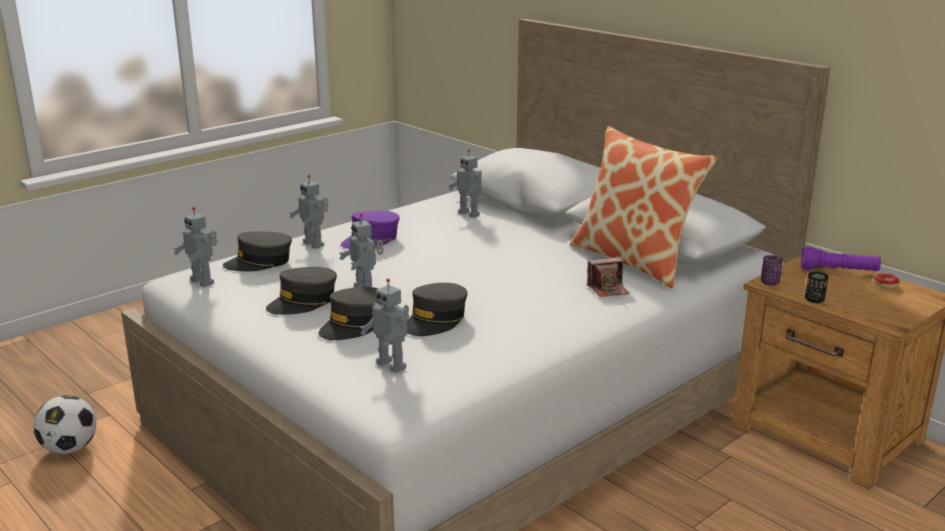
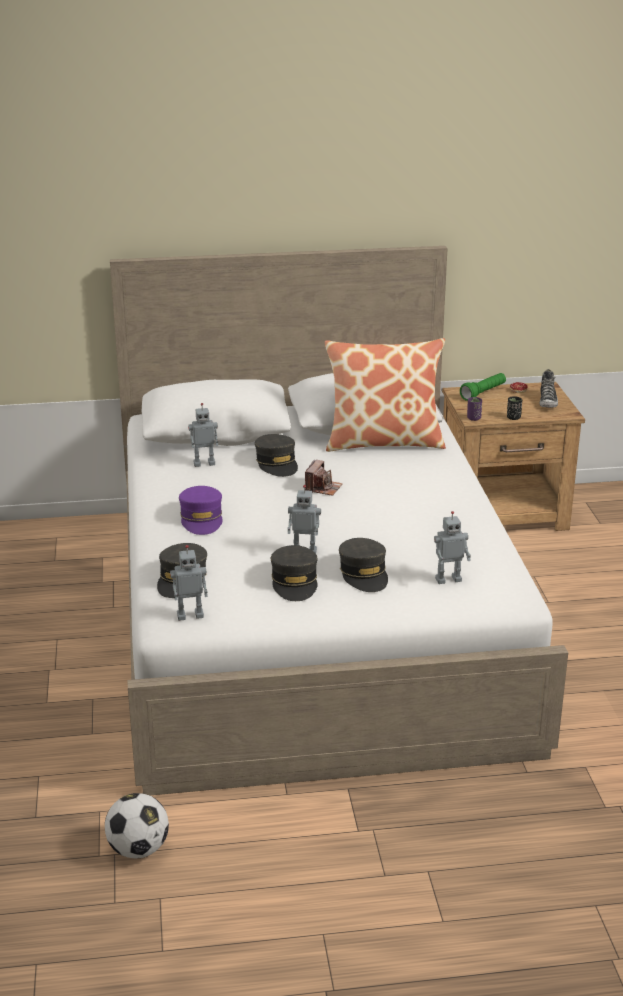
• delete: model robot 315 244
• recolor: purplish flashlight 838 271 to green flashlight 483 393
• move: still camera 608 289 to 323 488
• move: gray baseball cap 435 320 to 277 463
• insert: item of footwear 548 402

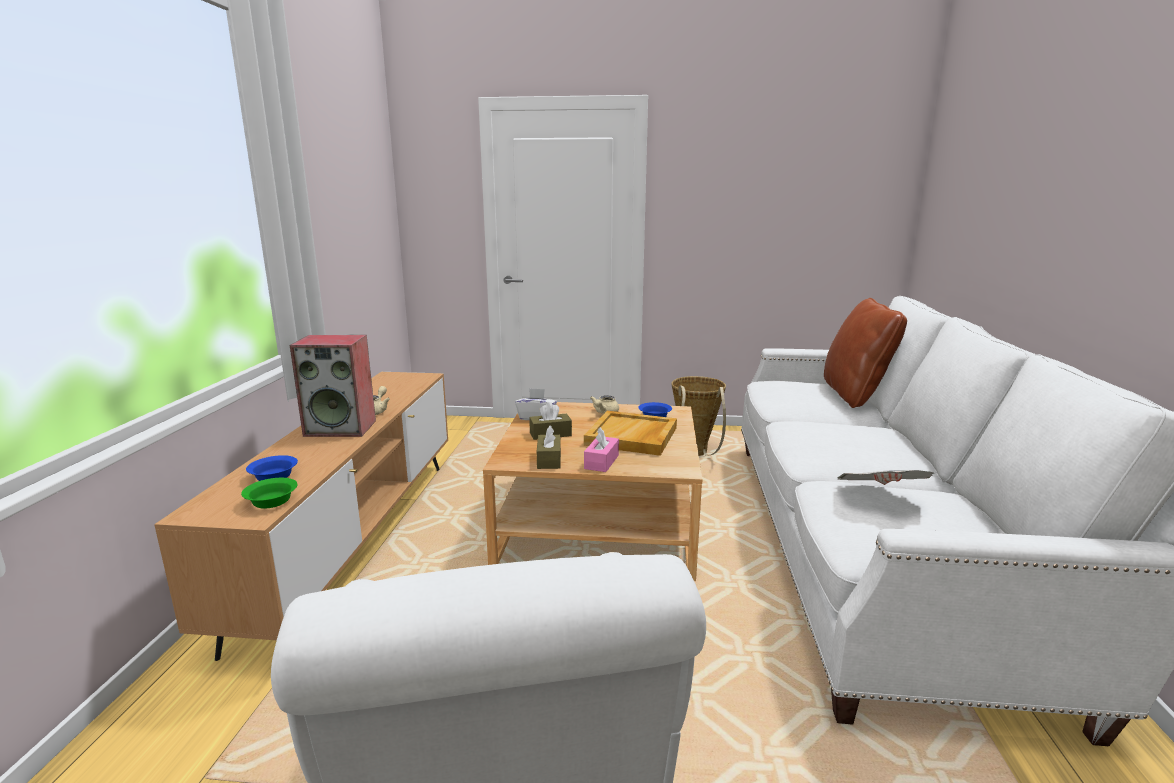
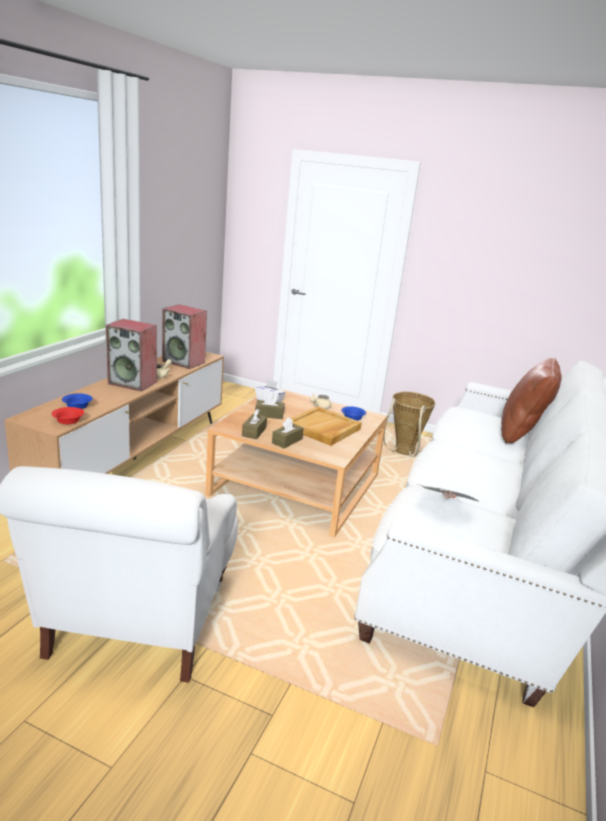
• recolor: pinkish box of tissues 601 462 to brown box of tissues 287 441
• recolor: green serving bowl 273 501 to red-coloured serving bowl 69 420
• insert: audio speaker 184 362

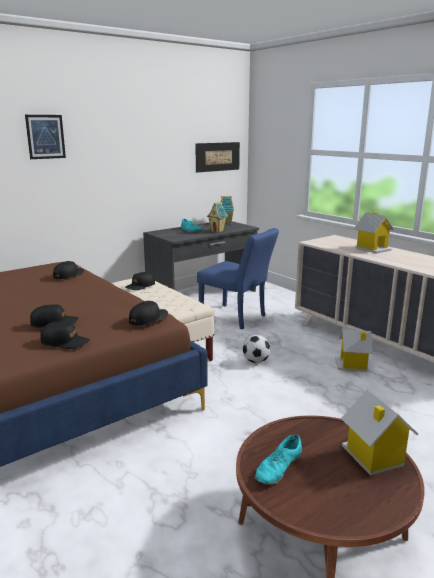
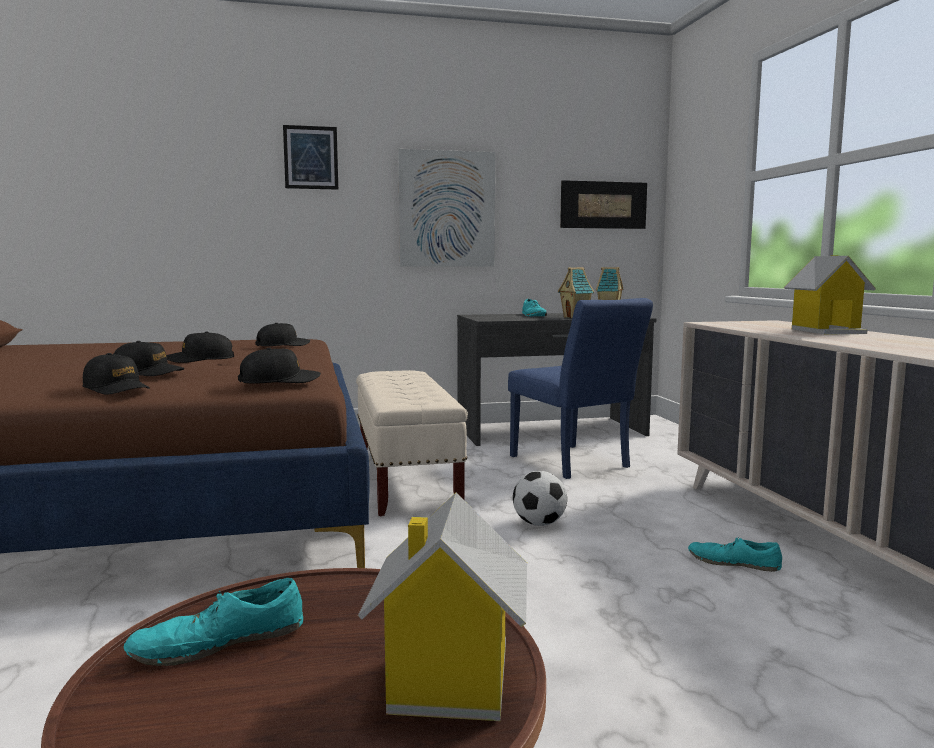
• move: blackish baseball cap 140 286 to 200 360
• replace: toy house 352 365 to turquoise item of footwear 733 563
• insert: wall picture 447 209

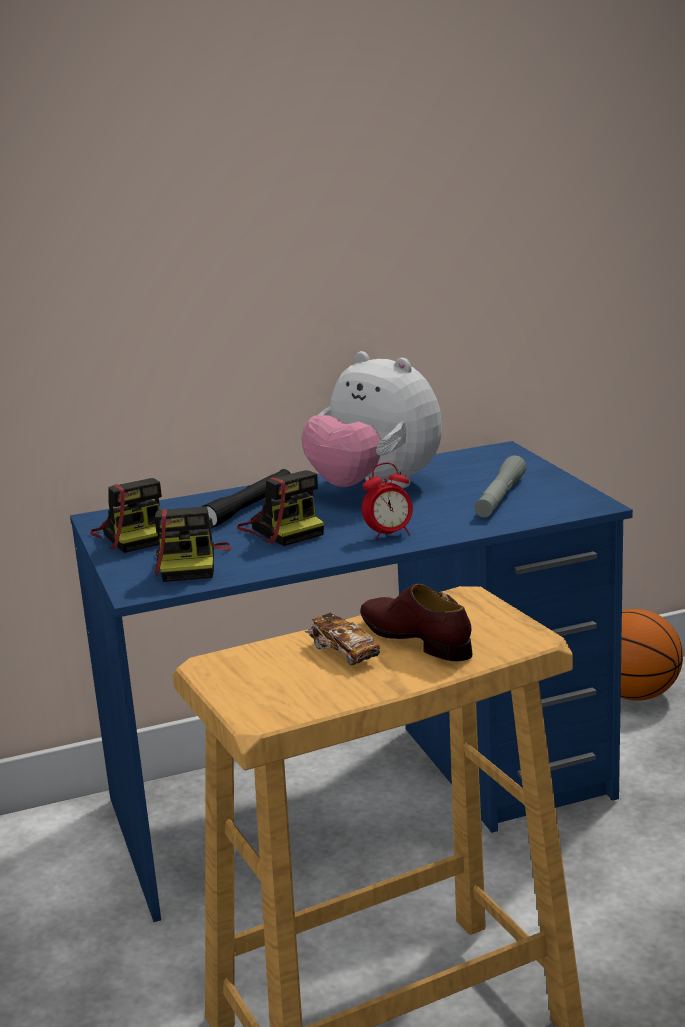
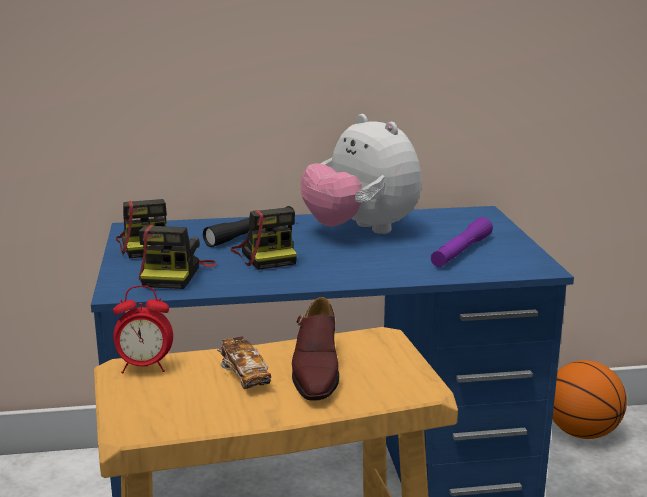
• recolor: gray flashlight 500 498 to purplish flashlight 461 252
• move: alarm clock 389 535 to 144 367
• rotate: brown item of footwear 415 638 = 315 371 150 degrees counterclockwise

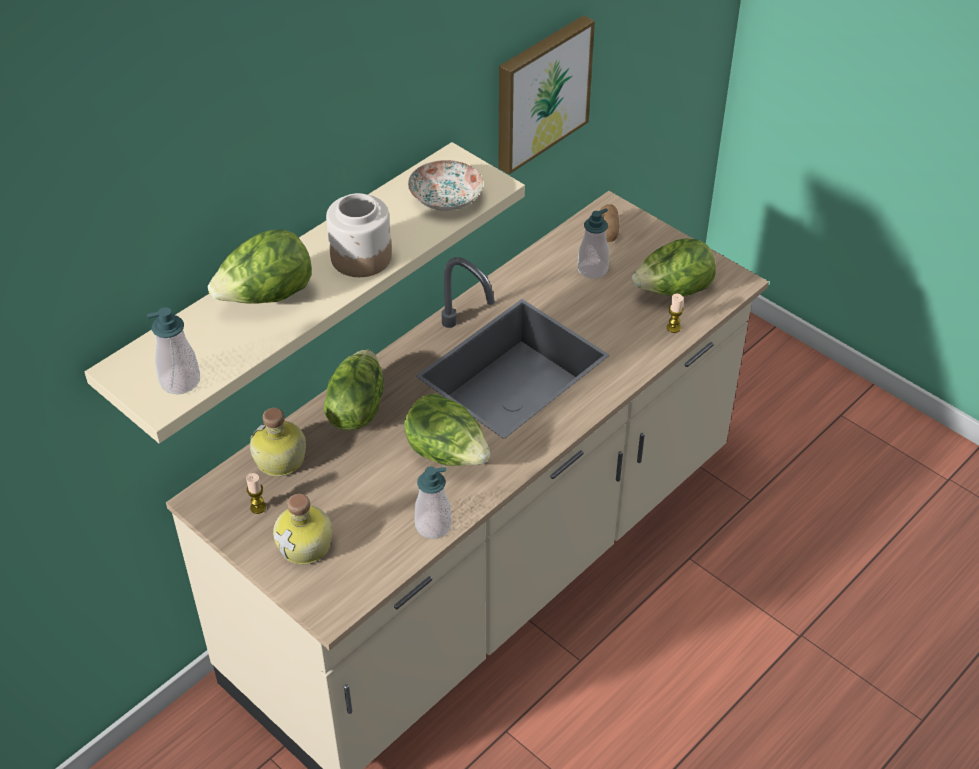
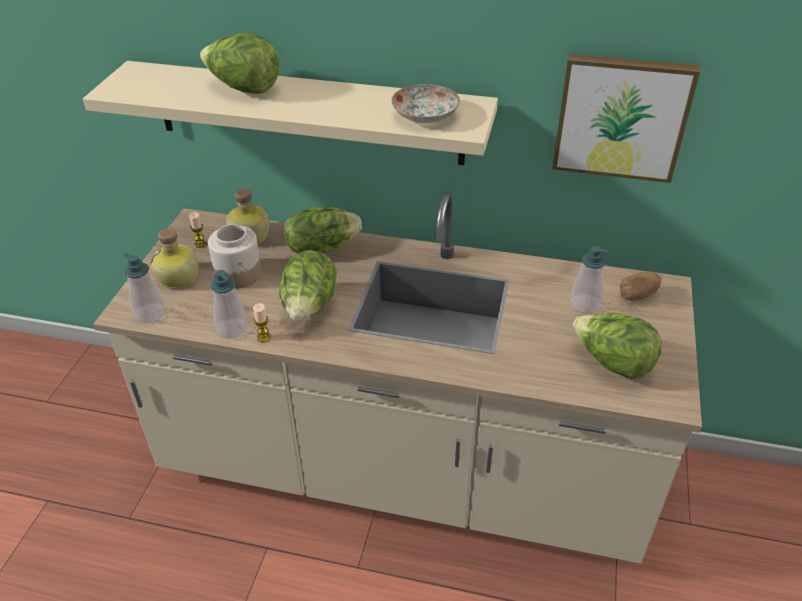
• move: jar 362 257 to 239 274
• move: wax candle 673 328 to 264 337
• move: soap dispenser 180 381 to 150 314

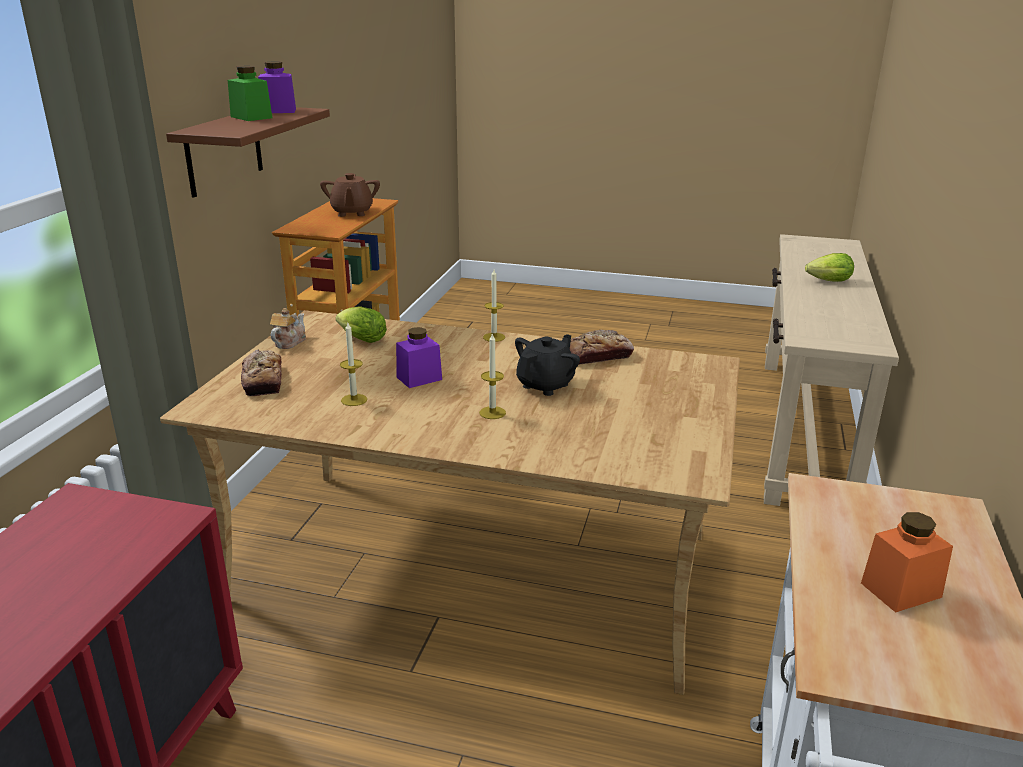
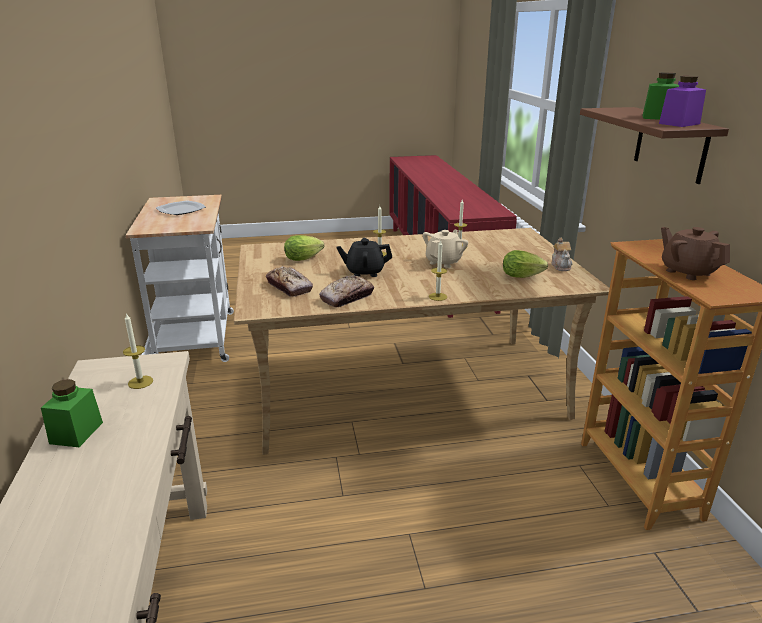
• move: lettuce head 826 281 to 305 258
• replace: purplish jar 419 378 to beige tea pot 444 262
• rotate: blackish tea pot 546 385 = 364 272 75 degrees clockwise
• move: bakery bread 263 380 to 289 287
• replace: orange-coloured jar 901 590 to flat dish 181 210
• insert: wax candle 140 382
• insert: green jar 76 433

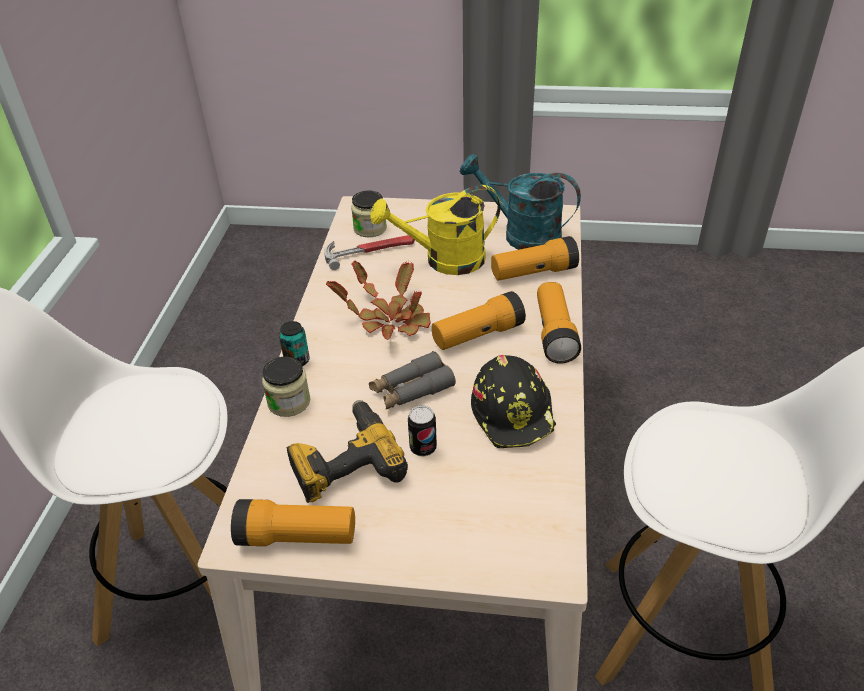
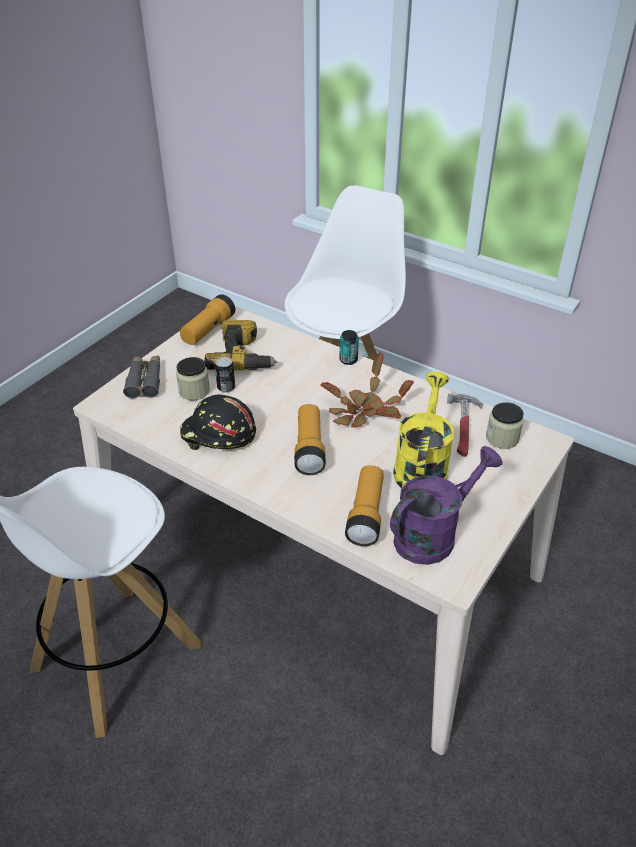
• recolor: turquoise sprinkling can 522 235 to purplish sprinkling can 433 534
• delete: flashlight 554 333
• move: gray field glasses 411 389 to 145 381
• move: jar 289 402 to 194 391

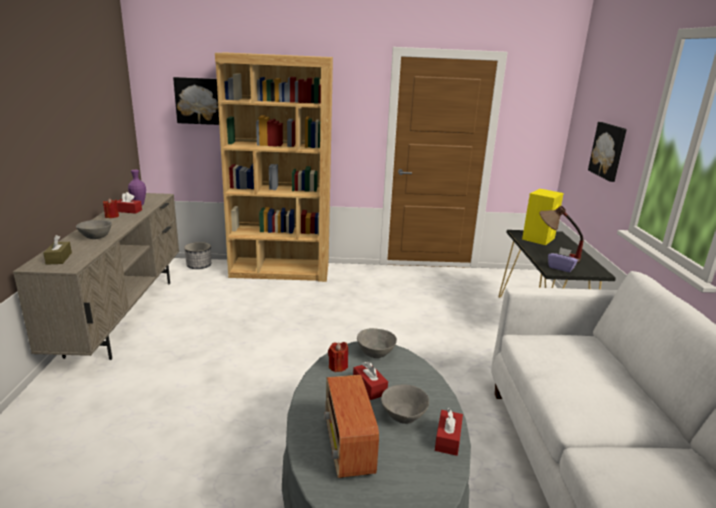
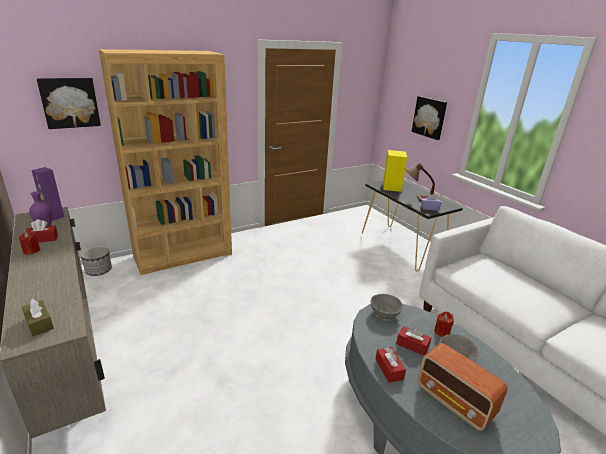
• delete: gray serving bowl 96 237
• move: red-coloured wax candle 338 366 to 442 332
• move: red-coloured box of tissues 448 439 to 389 369
• insert: purplish audio speaker 54 217

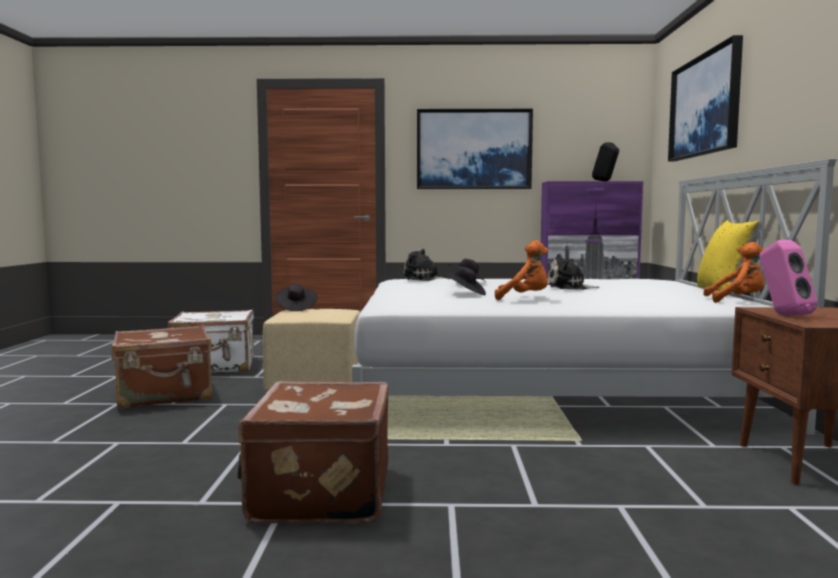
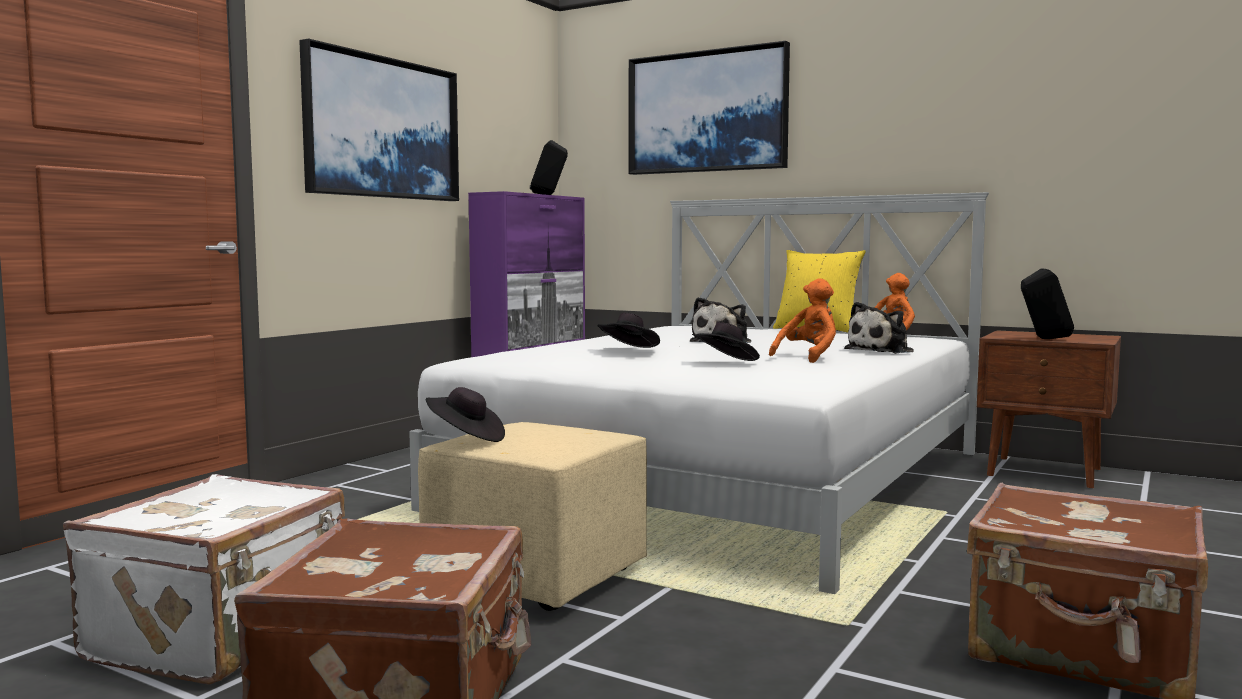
• recolor: pinkish audio speaker 782 315 to blackish audio speaker 1044 339
• move: soft toy 424 279 to 882 351

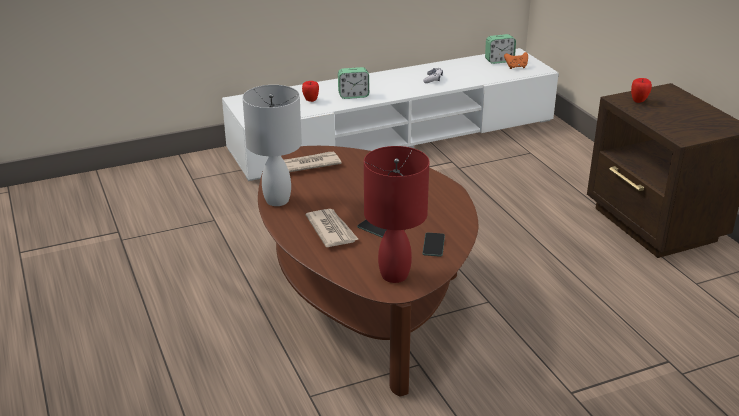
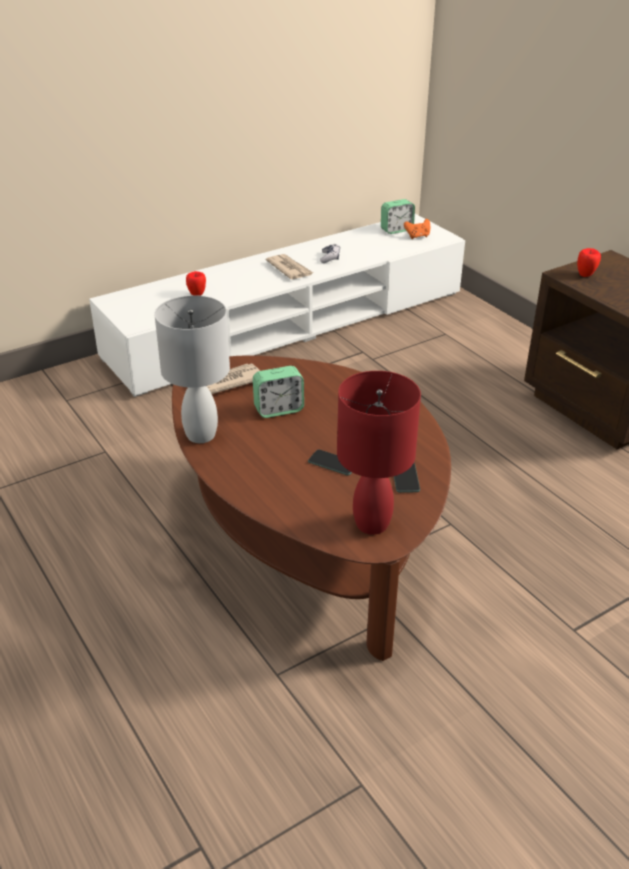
• move: alarm clock 353 95 to 278 409
• move: printed paper 331 230 to 289 269

